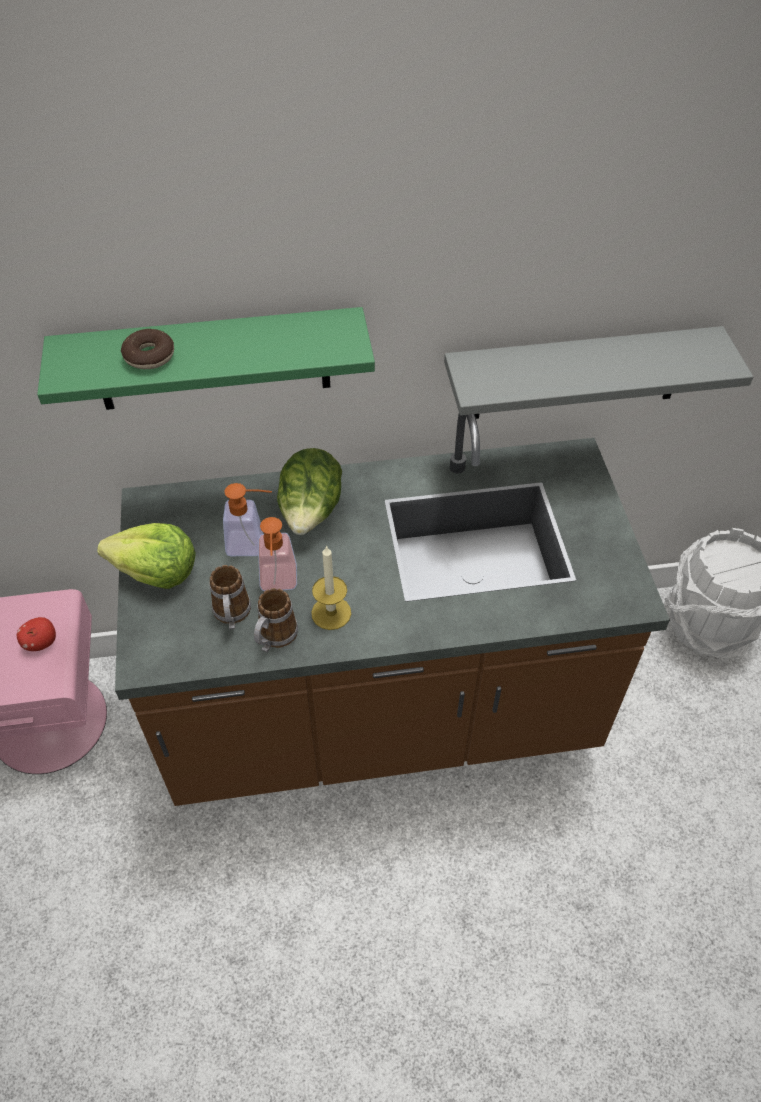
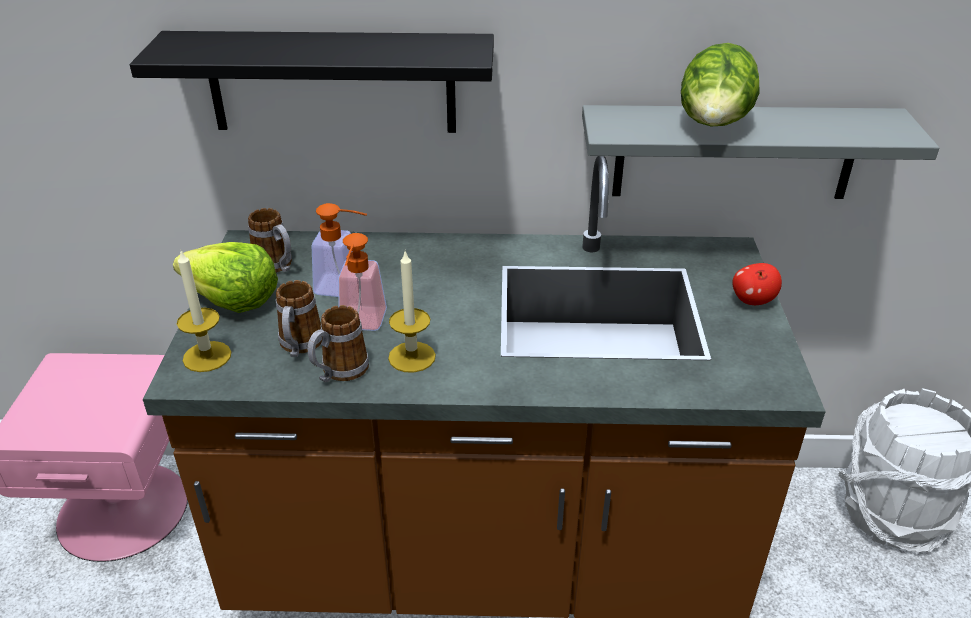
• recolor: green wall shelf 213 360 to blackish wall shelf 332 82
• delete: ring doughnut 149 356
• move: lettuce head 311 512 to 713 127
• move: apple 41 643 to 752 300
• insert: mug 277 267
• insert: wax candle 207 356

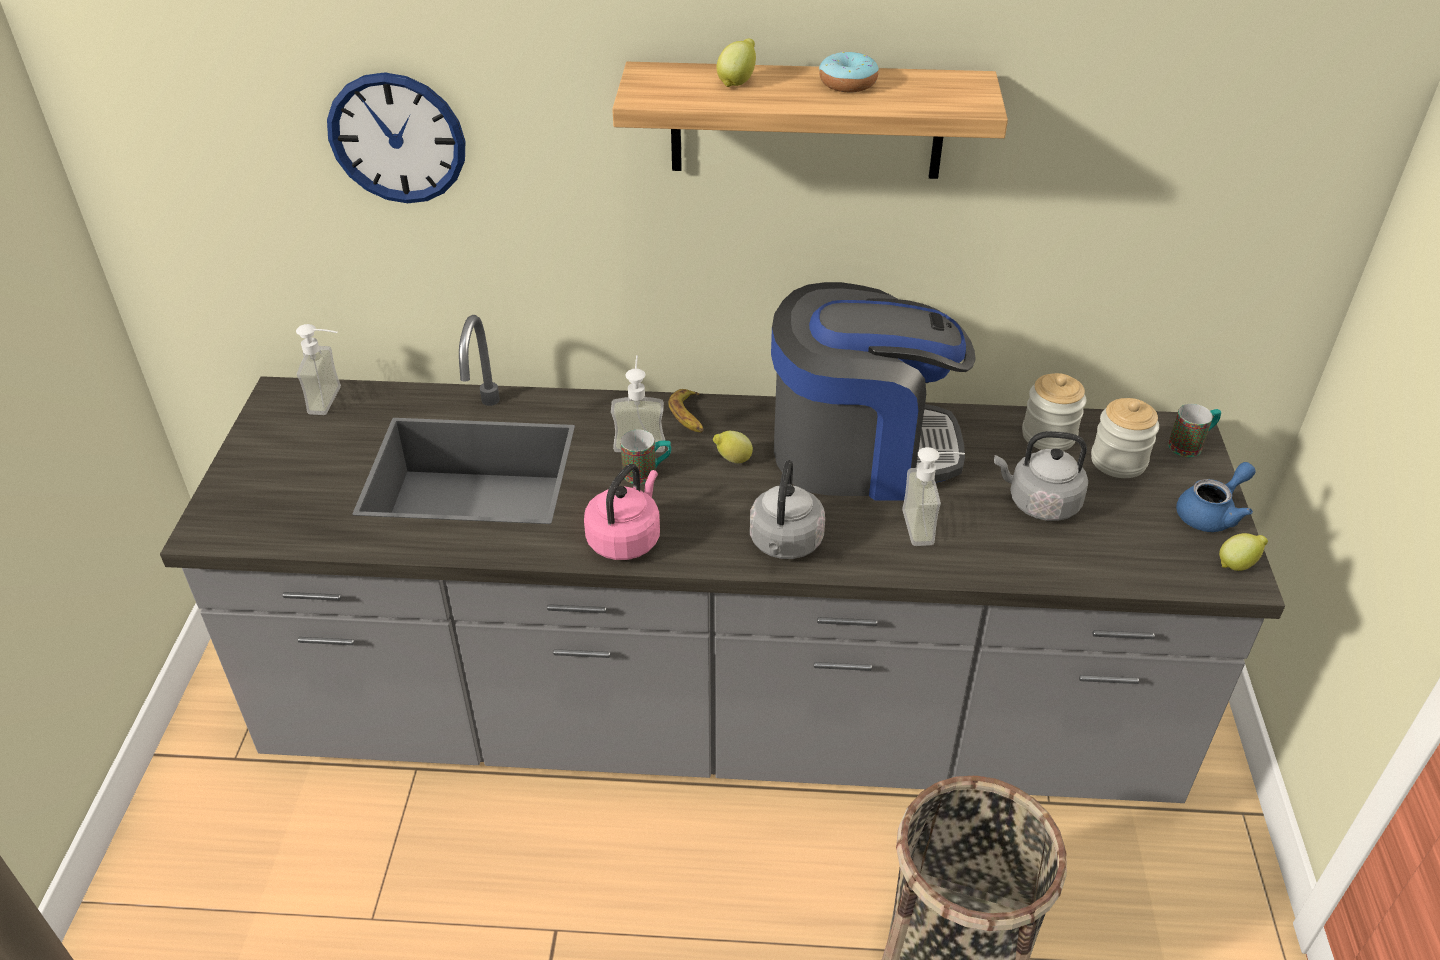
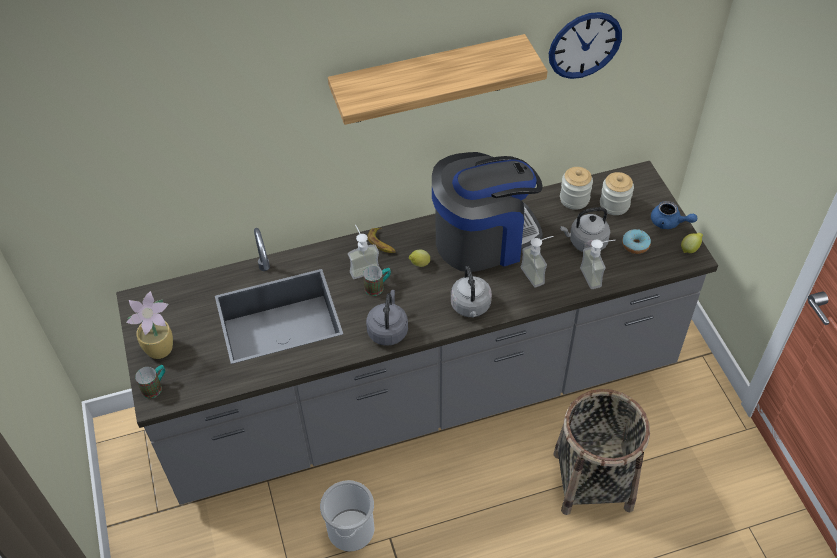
• delete: citrus fruit 737 82
• move: ring doughnut 847 83 to 635 245
• move: wall clock 397 138 to 584 45
• move: soap dispenser 335 401 to 596 276
• move: mug 1191 445 to 155 386
• rotate: bluish tea pot 1212 513 = 669 223 90 degrees clockwise
• recolor: pinkish tea kettle 626 538 to gray tea kettle 388 330
• insert: houseplant 161 349
• insert: pail 350 529

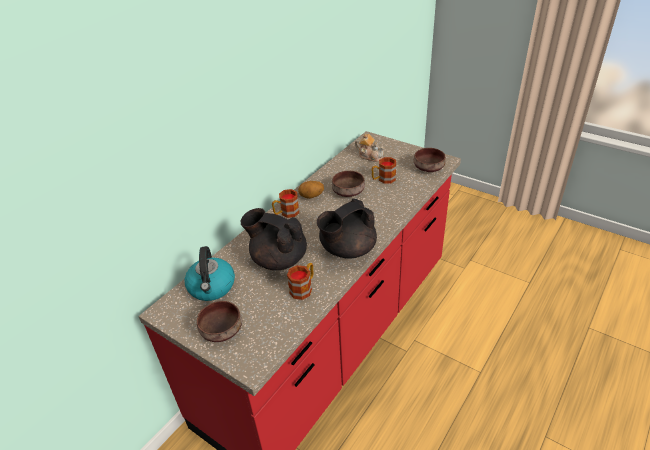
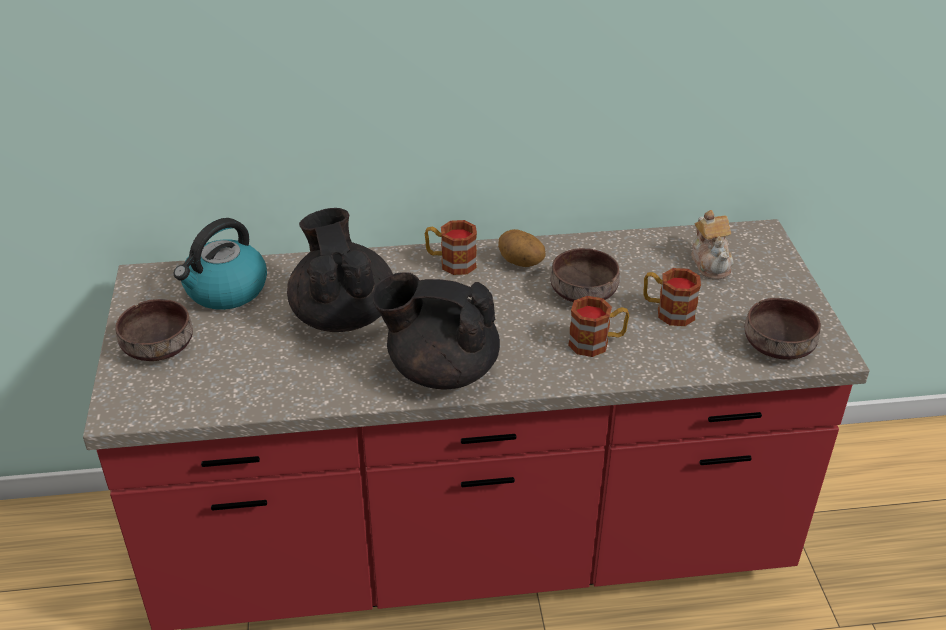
• move: mug 303 288 to 597 342

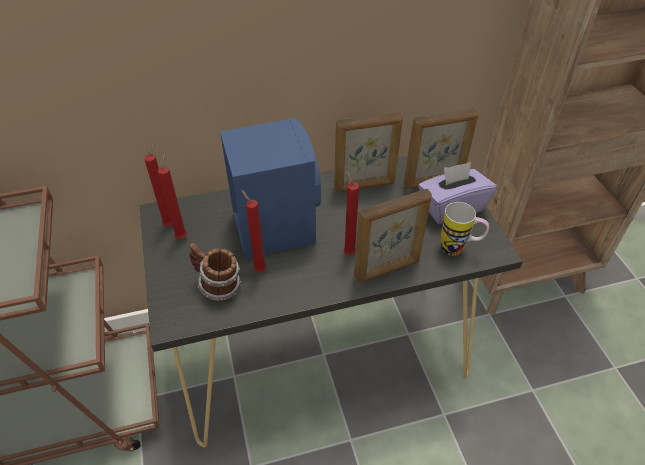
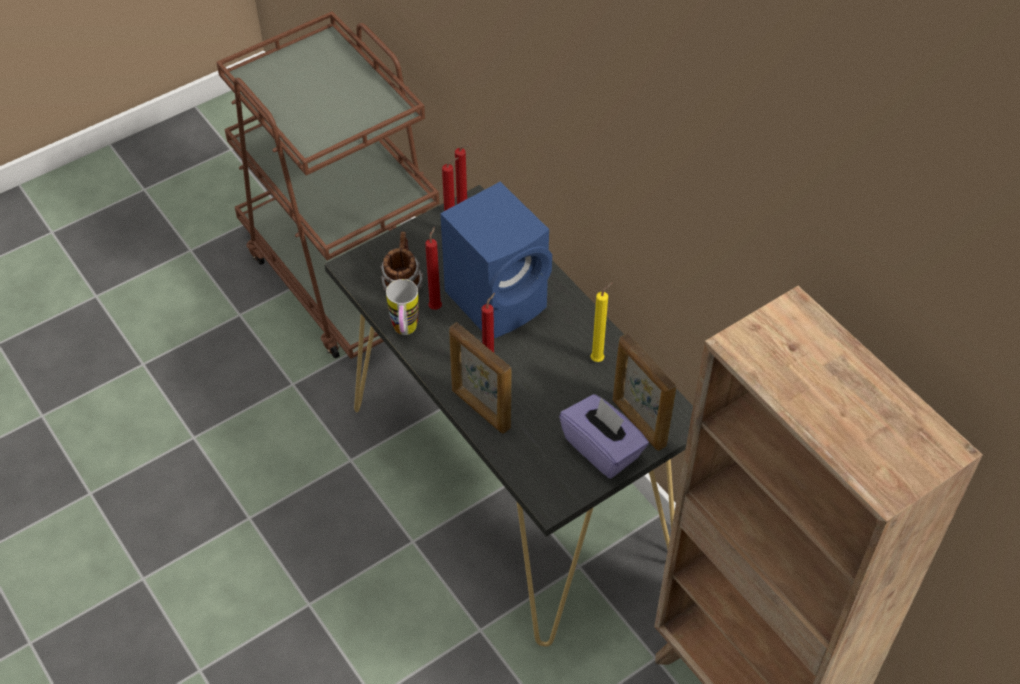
• replace: standing frame 364 186 to yellow wax candle 599 359
• move: mug 458 249 to 404 332

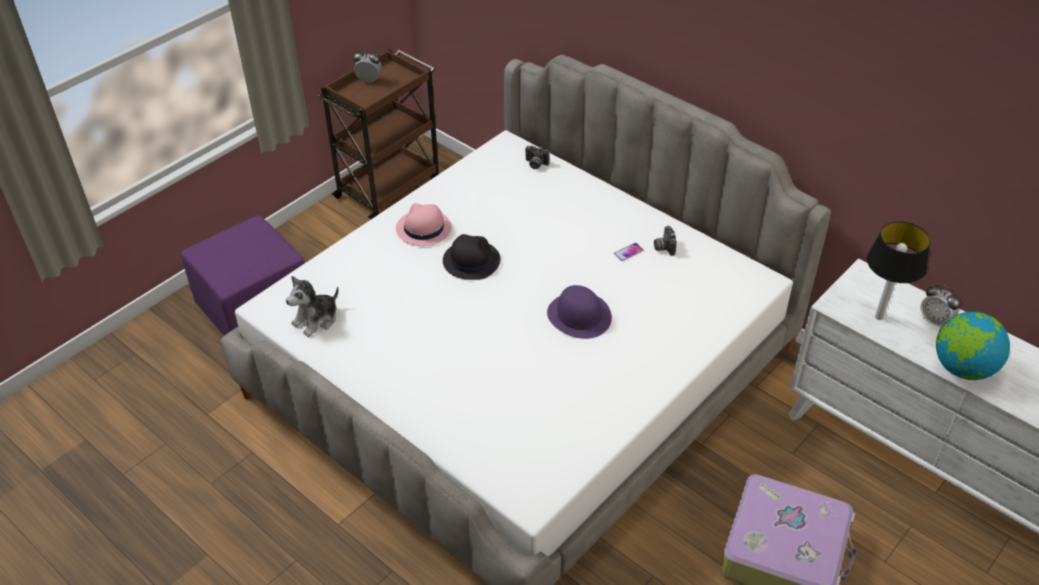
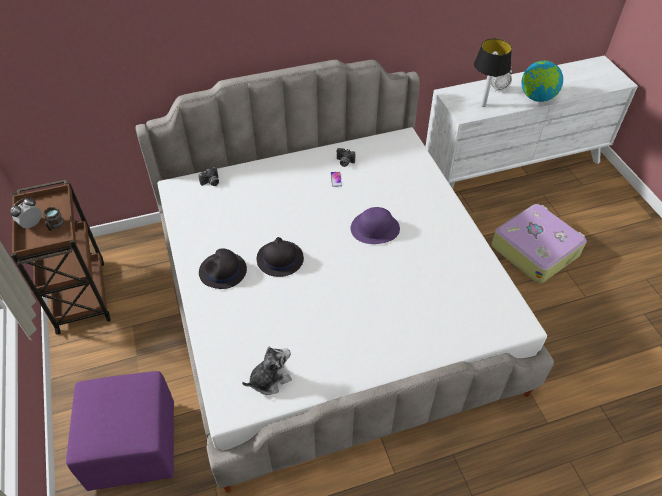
• recolor: pinkish wearable hat 423 229 to blackish wearable hat 223 271
• rotate: soft toy 316 320 = 269 379 105 degrees counterclockwise
• insert: brown mug 55 225

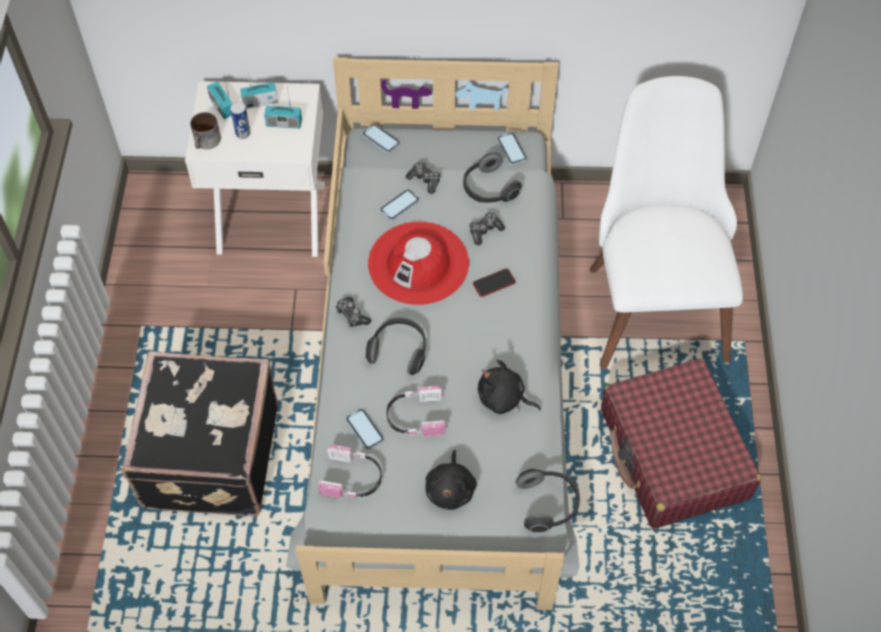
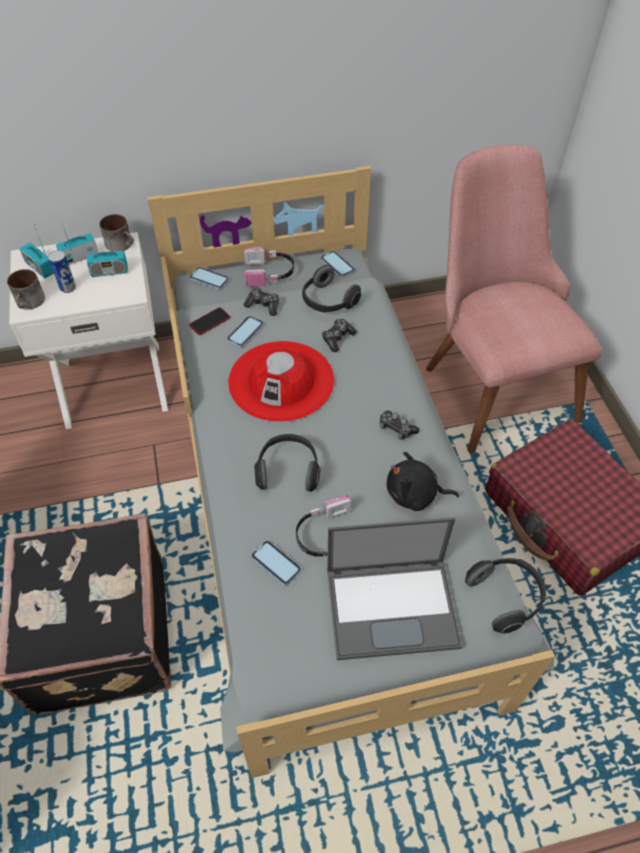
• recolor: whitish plain chair 652 295 to pinkish plain chair 490 380
• move: phone 494 283 to 209 322
• move: joypad 352 316 to 396 429
• move: headphones 352 479 to 270 273
• replace: blackish soft toy 450 489 to portable computer 393 607
• insert: mug 122 244

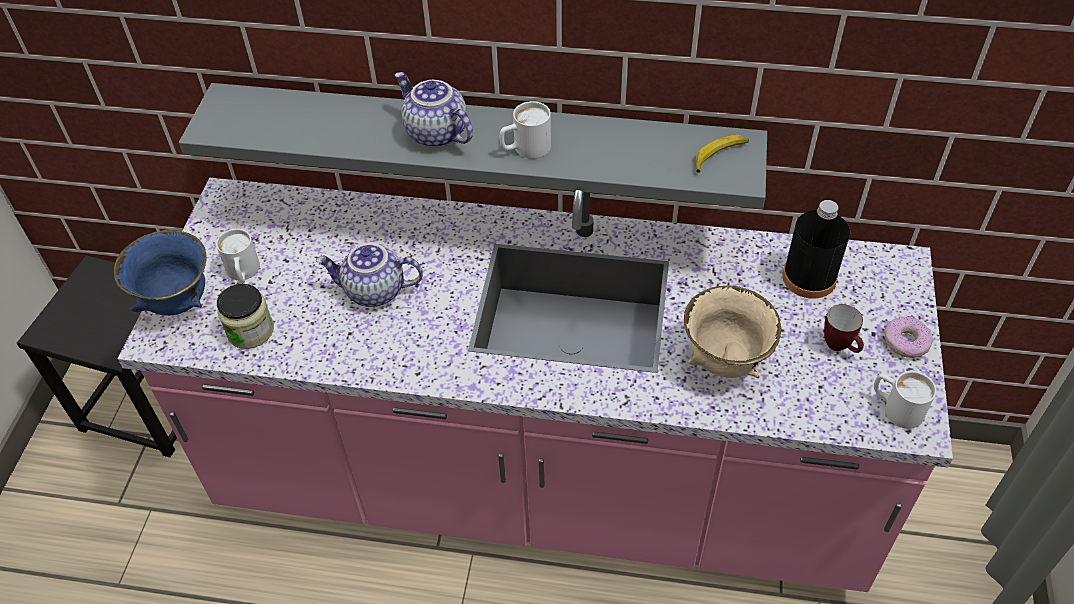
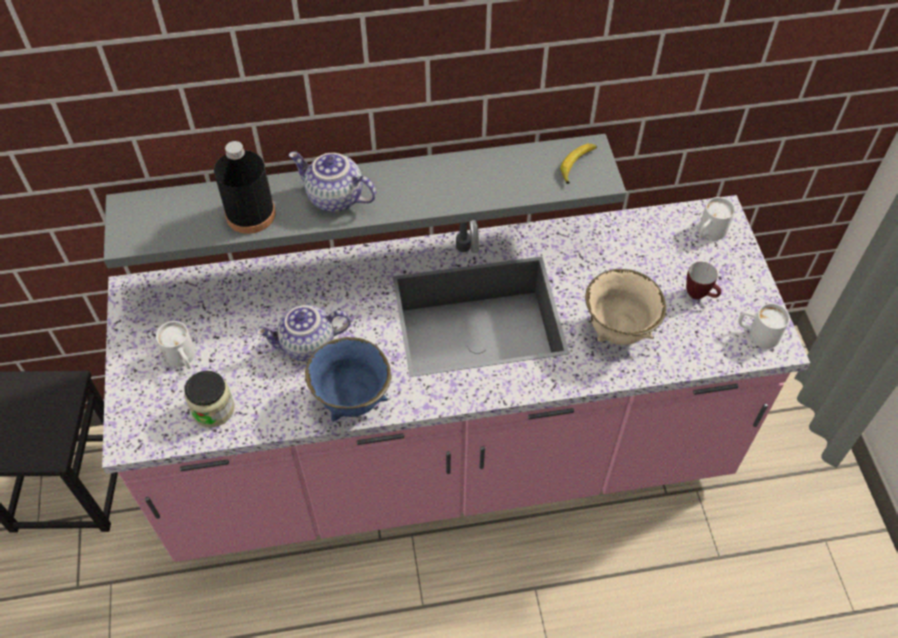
• move: whitish mug 525 149 to 708 233
• move: blackish drink bottle 809 278 to 250 214
• move: bluish serving bowl 177 303 to 352 401
• delete: ring doughnut 905 342

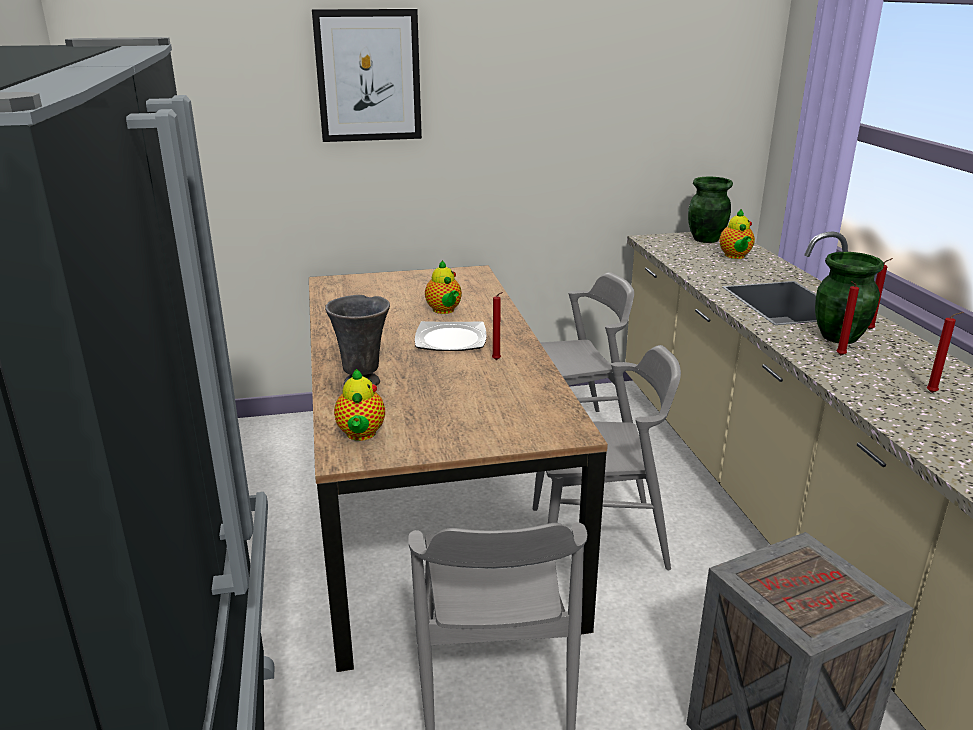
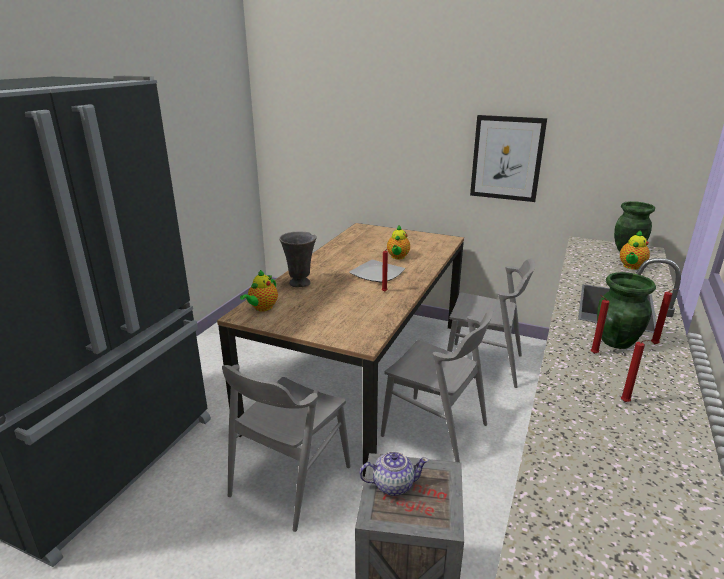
• move: wall picture 368 76 to 507 158
• insert: tea pot 392 485

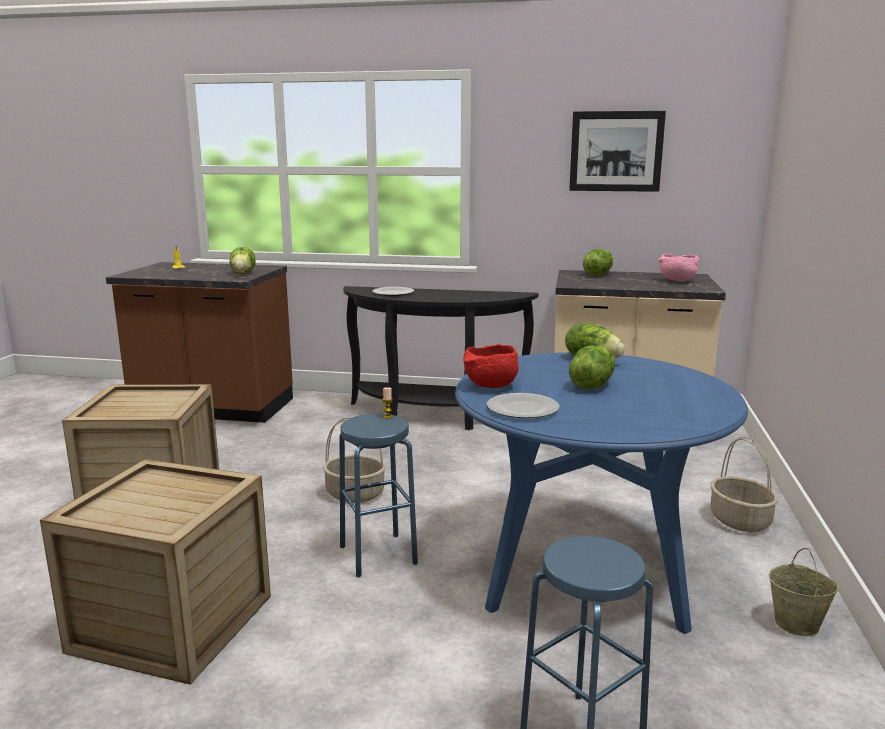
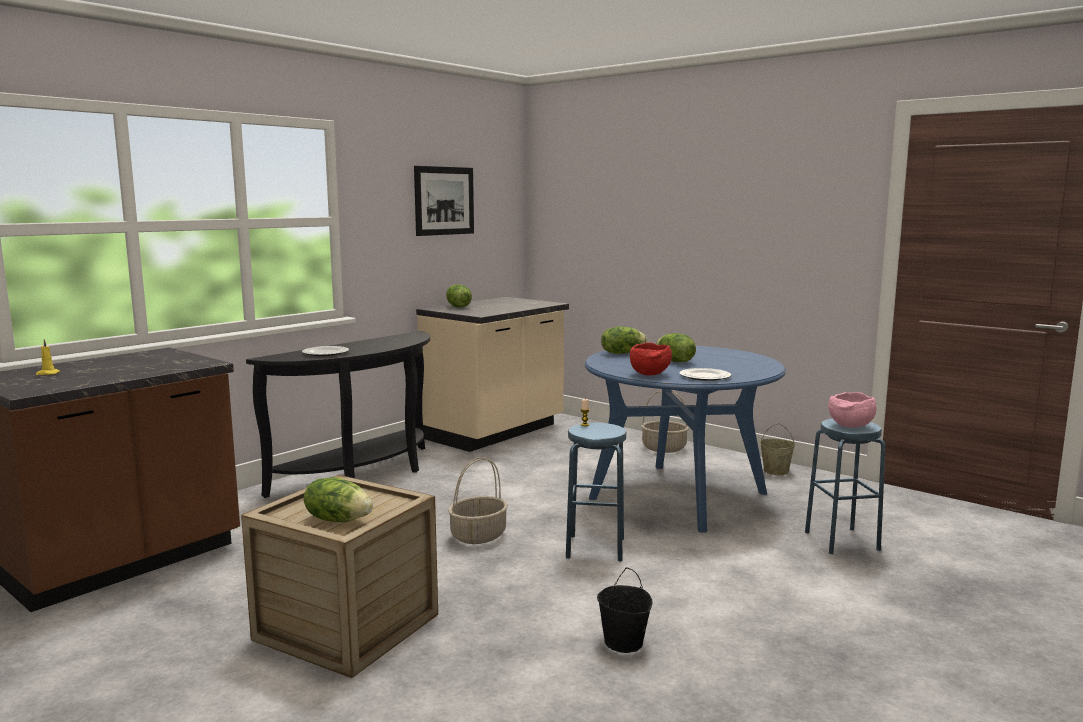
• move: lettuce head 244 273 to 338 519
• move: pinkish serving bowl 676 281 to 850 427
• replace: crate 172 623 to blackish pail 624 643

